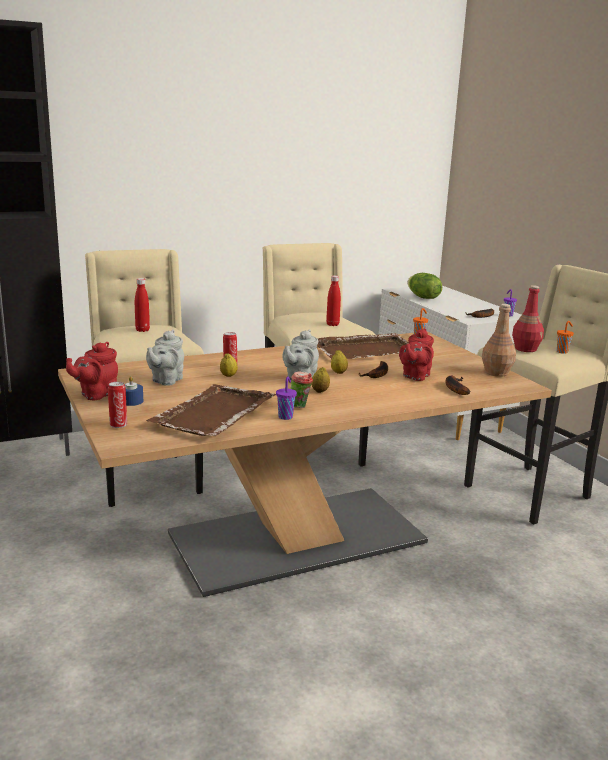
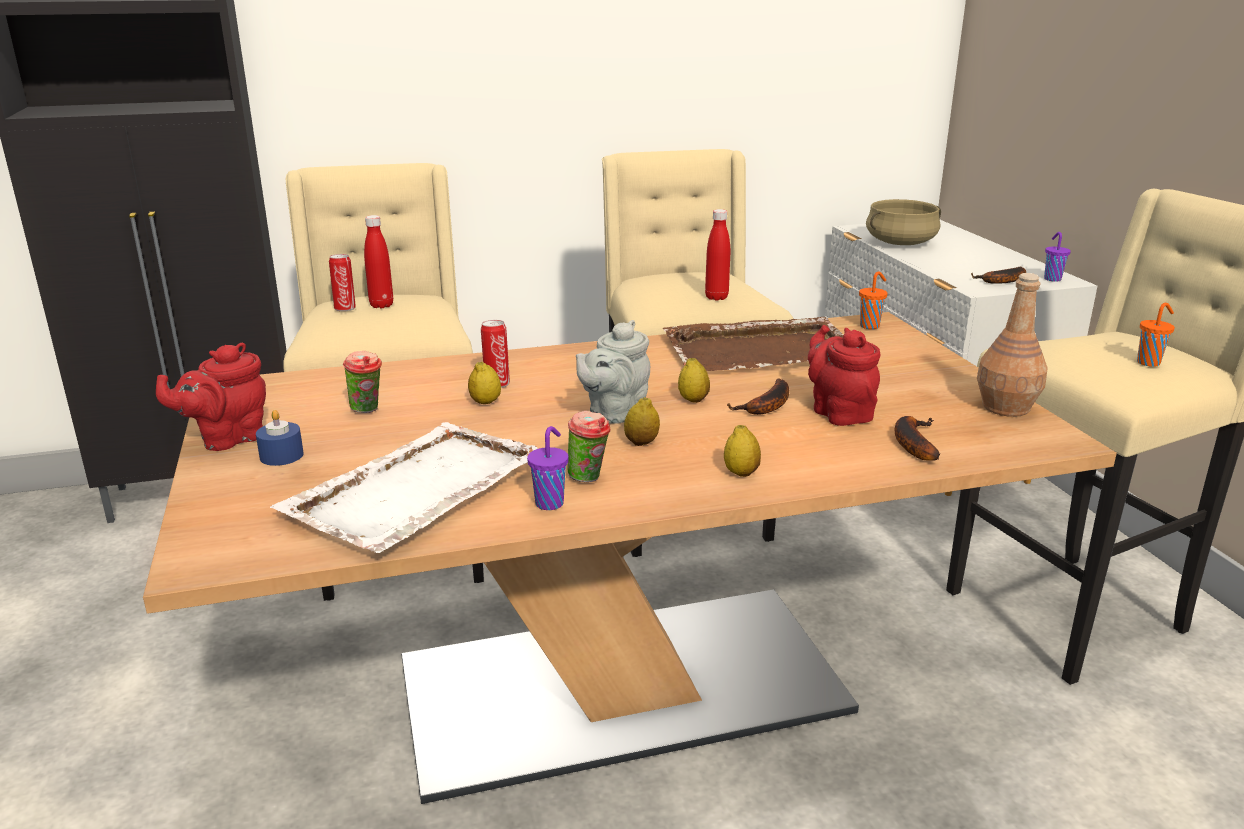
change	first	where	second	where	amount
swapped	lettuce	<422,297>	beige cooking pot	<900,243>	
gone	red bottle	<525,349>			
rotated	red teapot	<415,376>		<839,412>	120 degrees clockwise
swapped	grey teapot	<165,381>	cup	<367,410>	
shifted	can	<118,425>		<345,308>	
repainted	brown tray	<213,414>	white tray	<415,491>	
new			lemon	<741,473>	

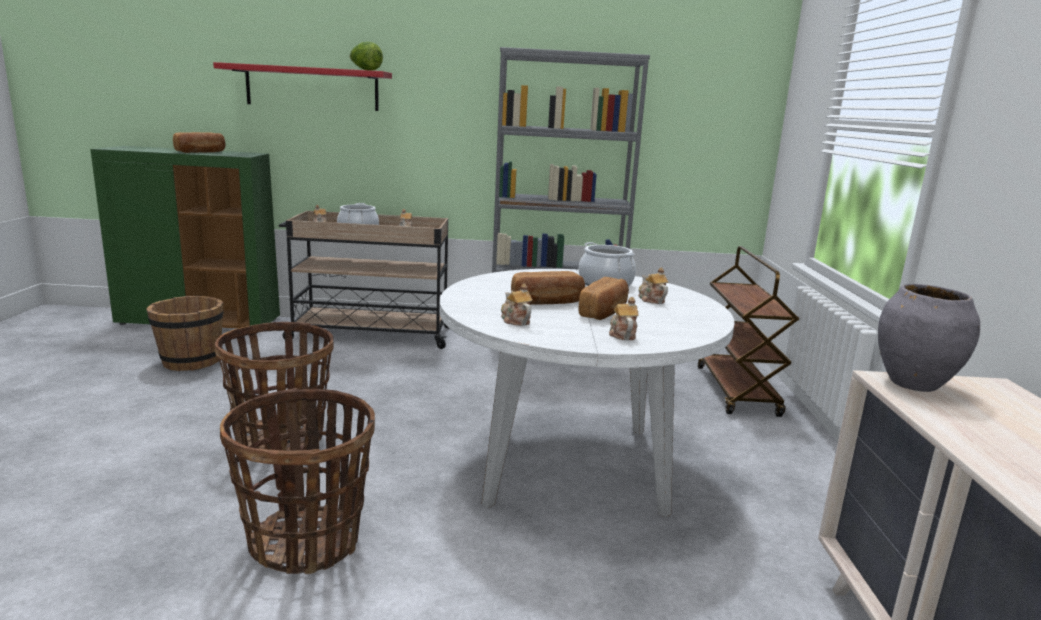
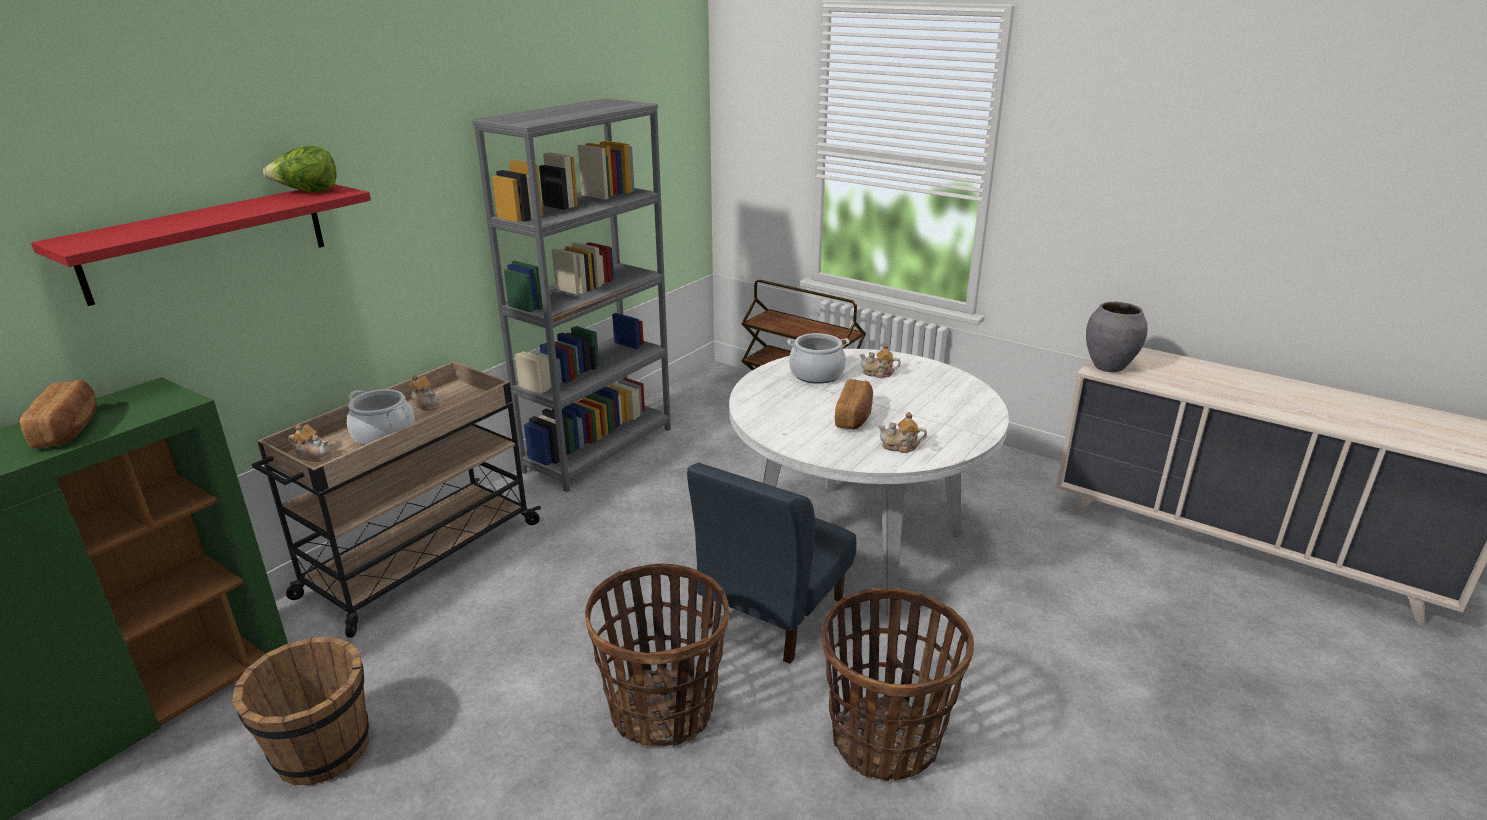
change	first	where	second	where	amount
gone	bread	<605,312>			
gone	teapot	<622,334>			
new			blue chair	<771,613>	

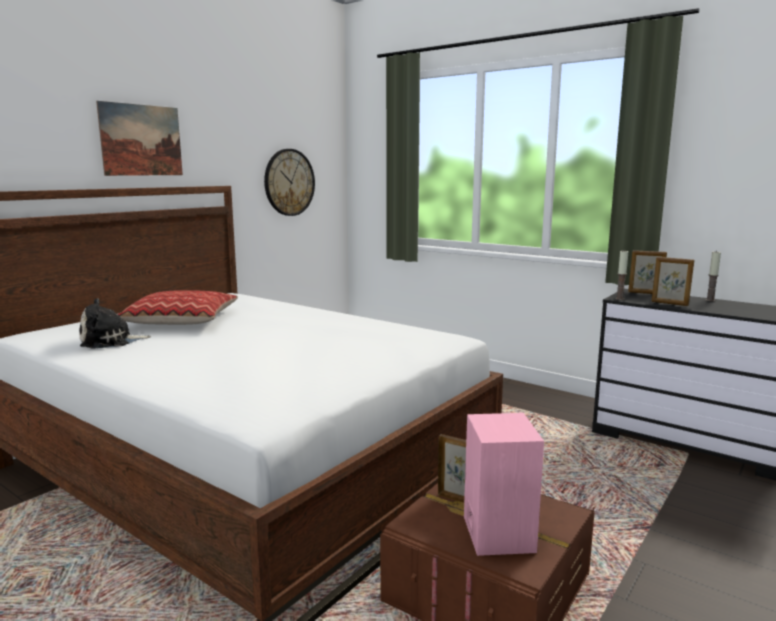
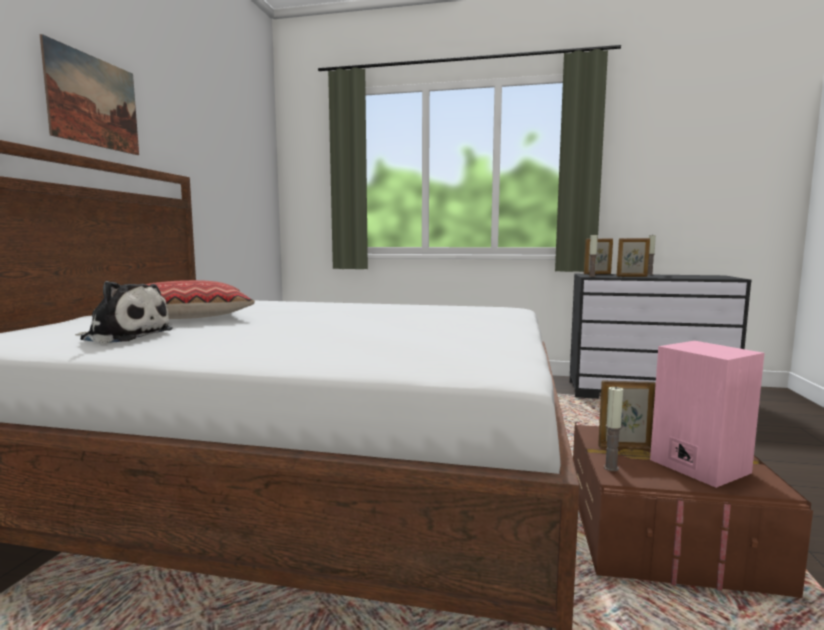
change	first	where	second	where	amount
gone	wall clock	<289,182>			
rotated	plush toy	<110,341>		<124,336>	120 degrees counterclockwise
new			candle	<611,468>	

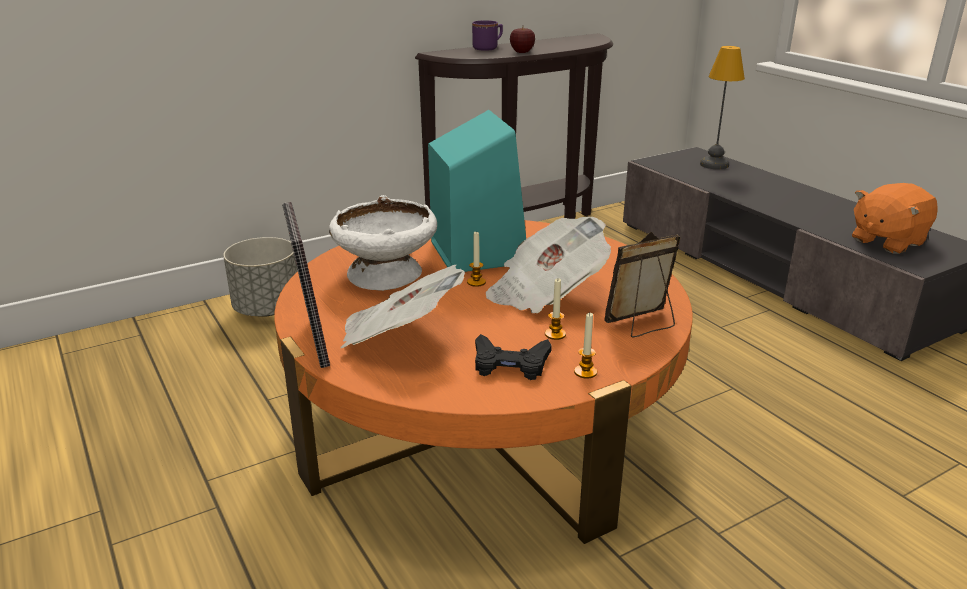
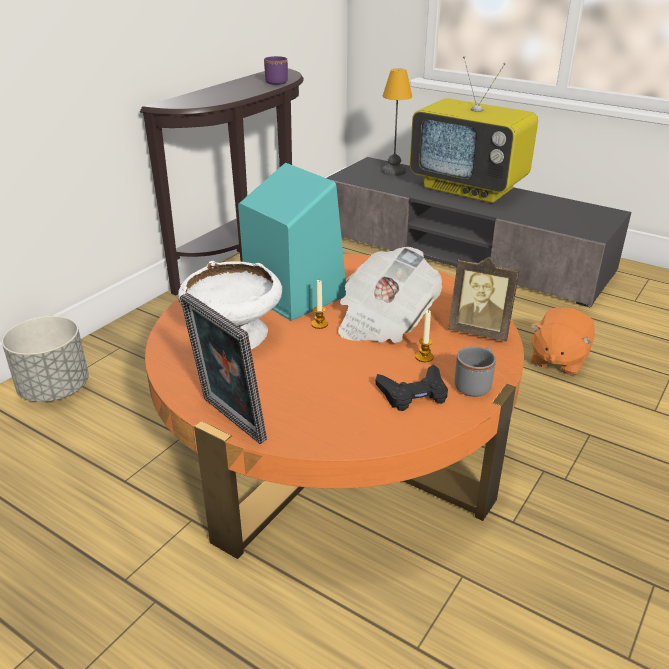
change	first	where	second	where	amount
shifted	purple mug	<488,48>		<278,82>	
gone	apple	<521,52>			
shifted	orange plush toy	<886,241>		<557,359>	
rotated	picture frame	<642,325>		<480,331>	105 degrees counterclockwise
gone	newspaper	<399,336>			
swapped	candle	<585,372>	grey mug	<475,384>	
new			television	<469,188>	

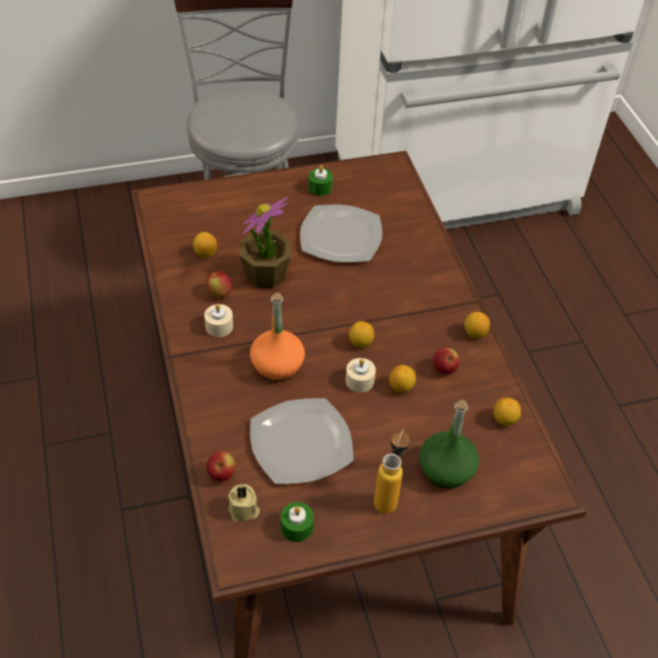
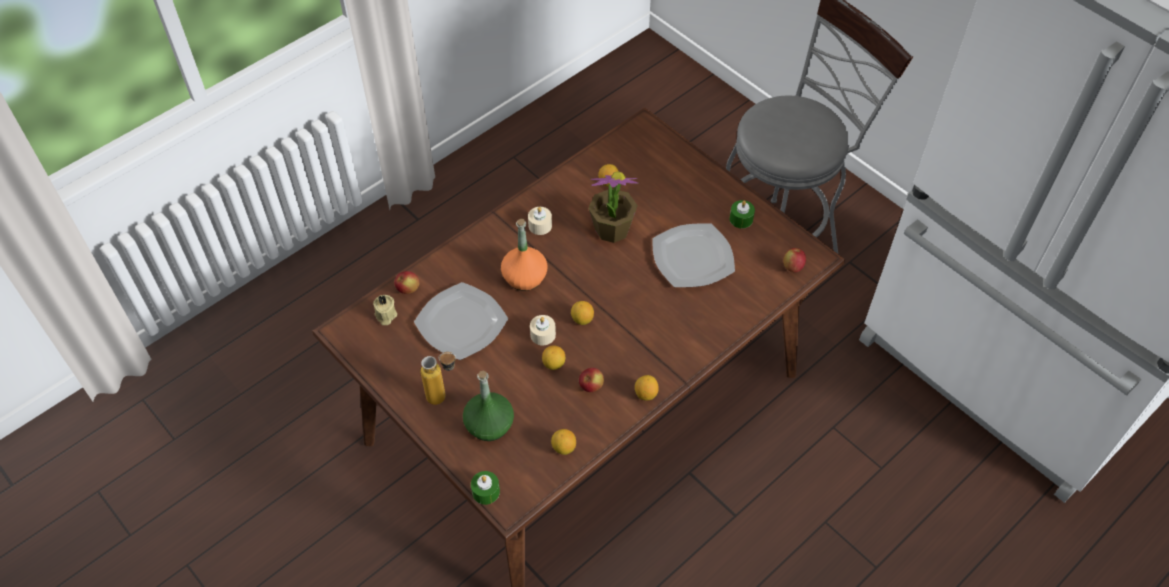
change	first	where	second	where	amount
shifted	apple	<219,293>		<792,267>	
shifted	green candle	<297,527>		<486,491>	

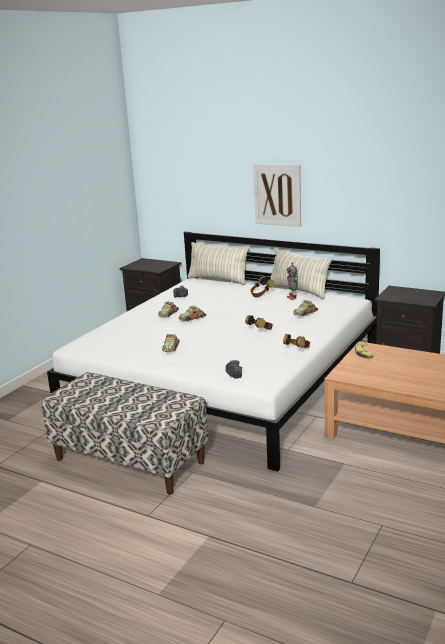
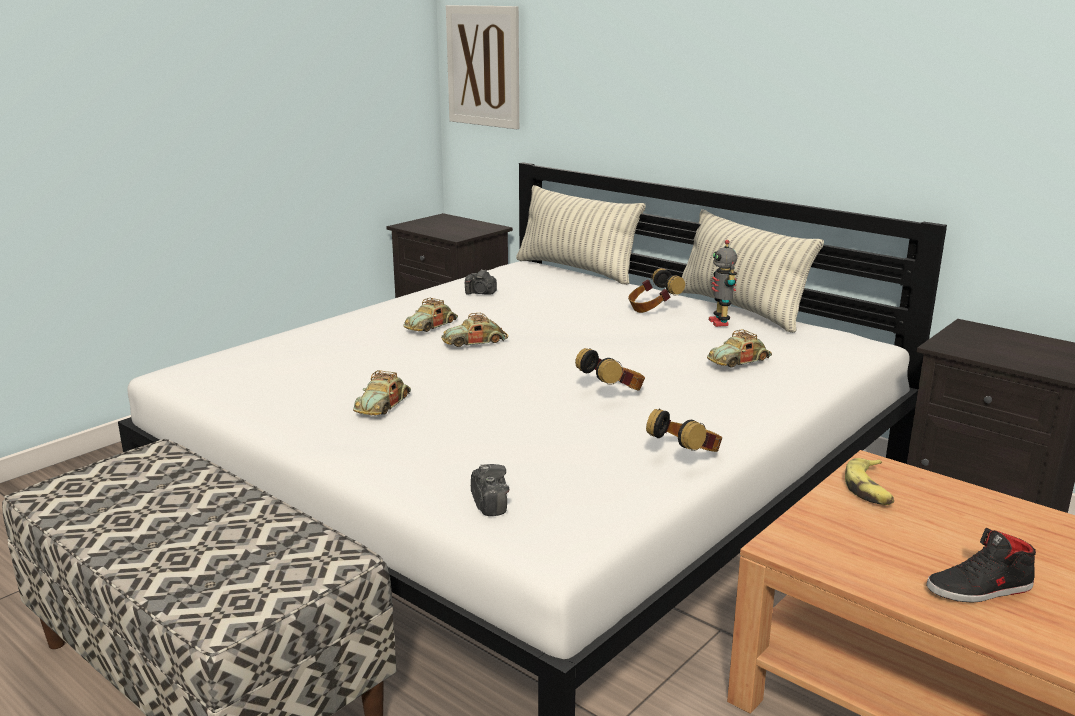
change	first	where	second	where	amount
shifted	picture	<277,194>		<483,66>	
new			black shoe	<980,589>	

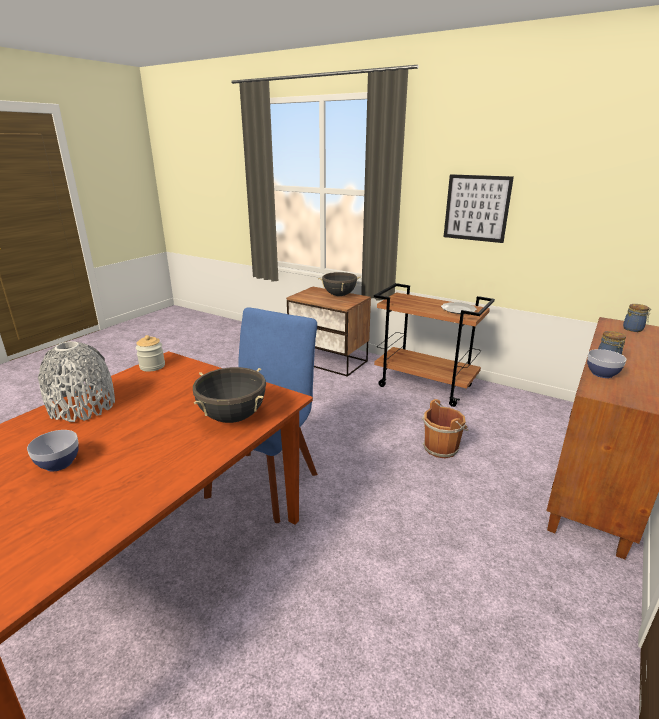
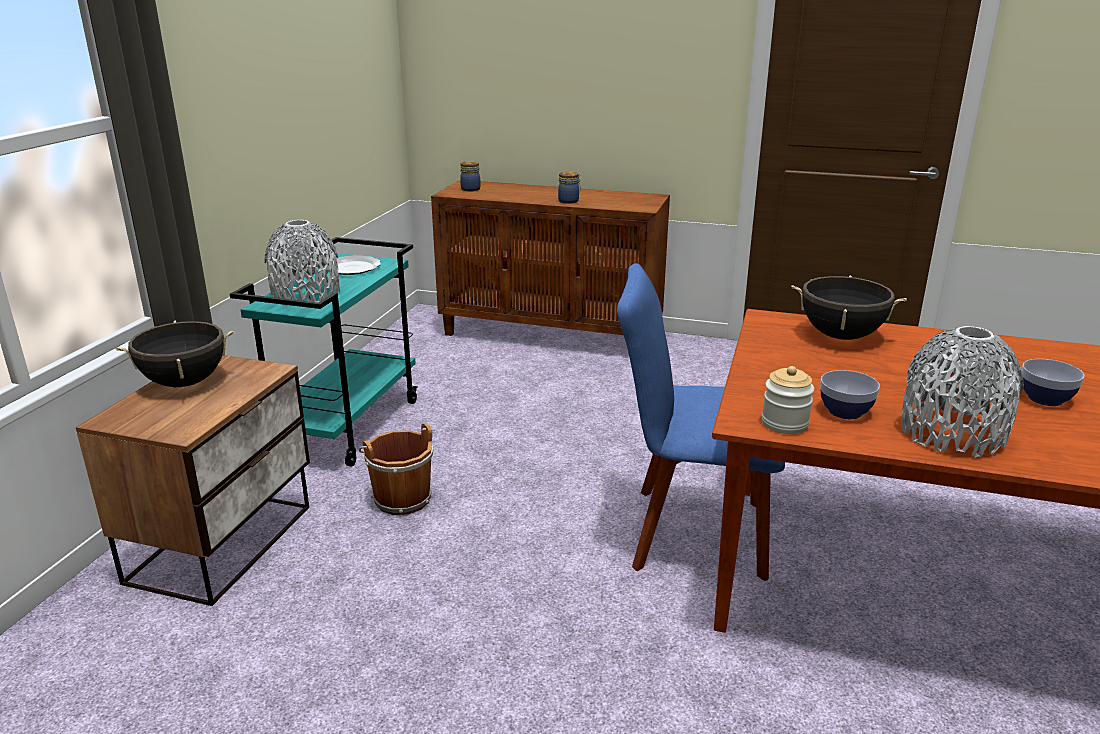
change	first	where	second	where	amount
gone	picture	<476,208>			
repainted	brown cart	<425,386>	turquoise cart	<346,425>	
shifted	bowl	<602,374>		<845,411>	
shifted	brown bucket	<442,448>		<401,498>	
new			grey vase	<306,294>	

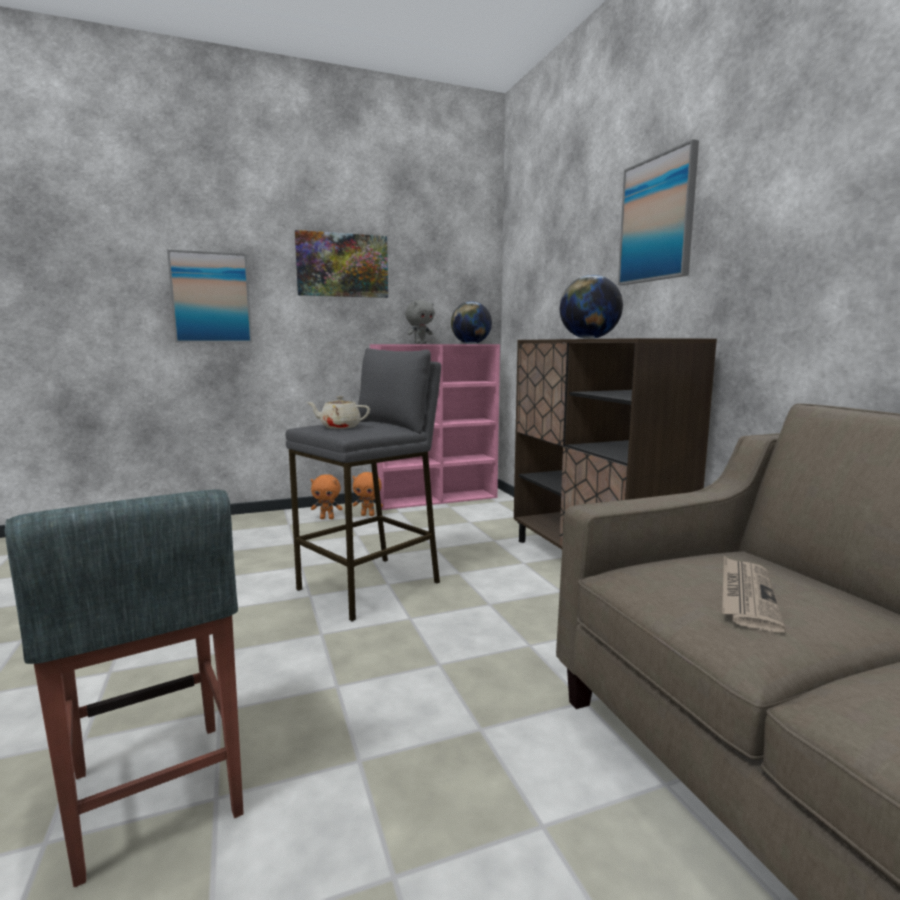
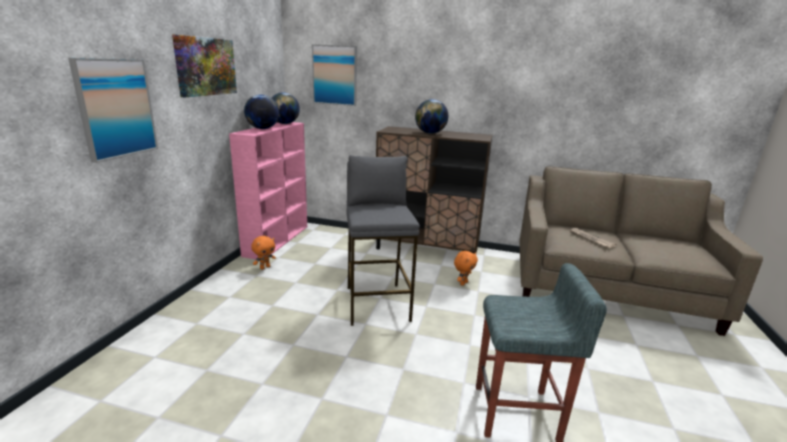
change	first	where	second	where	amount
shifted	picture	<657,219>		<335,75>	
swapped	grey plush toy	<420,343>	globe	<263,129>	
gone	beige teapot	<339,427>			
shifted	orange plush toy	<327,518>		<463,283>	

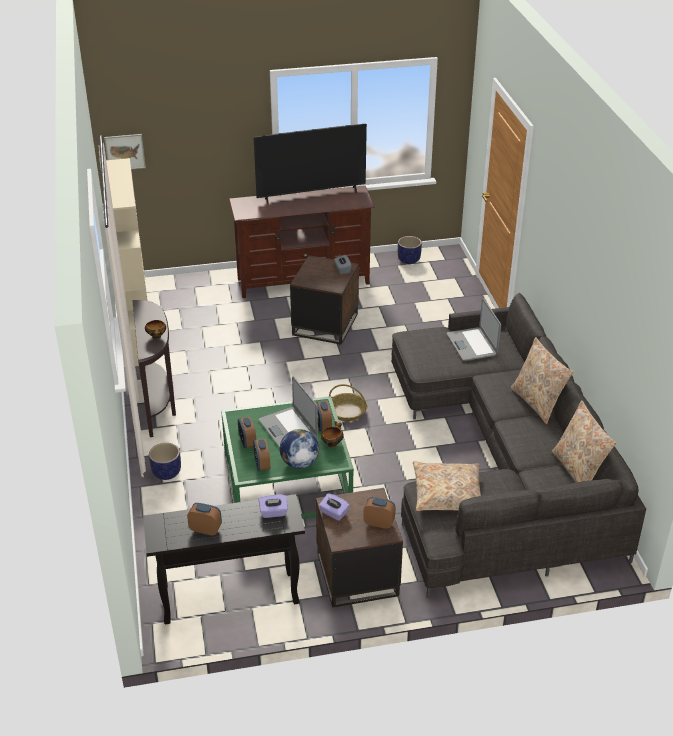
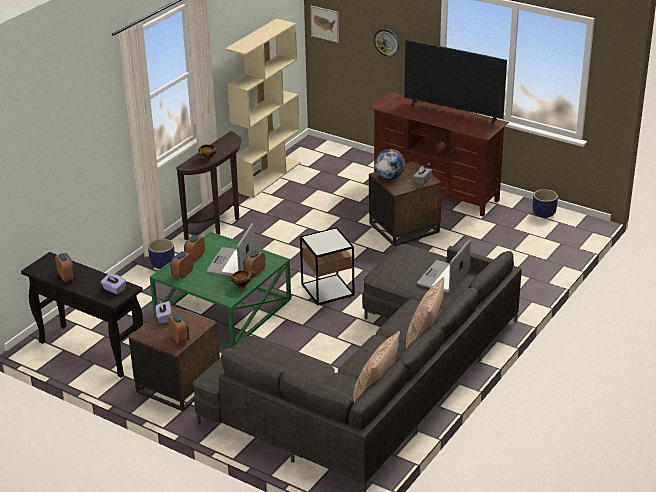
change	first	where	second	where	amount
swapped	basket	<347,411>	side table	<327,290>	
shifted	globe	<299,463>		<389,177>	
gone	beige pillow	<447,494>			
new			wall clock	<387,42>	

